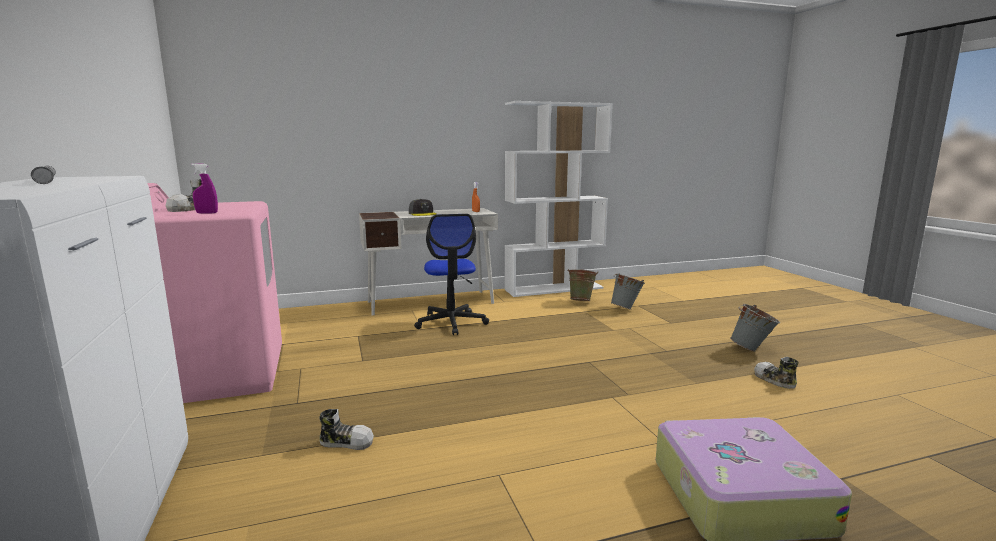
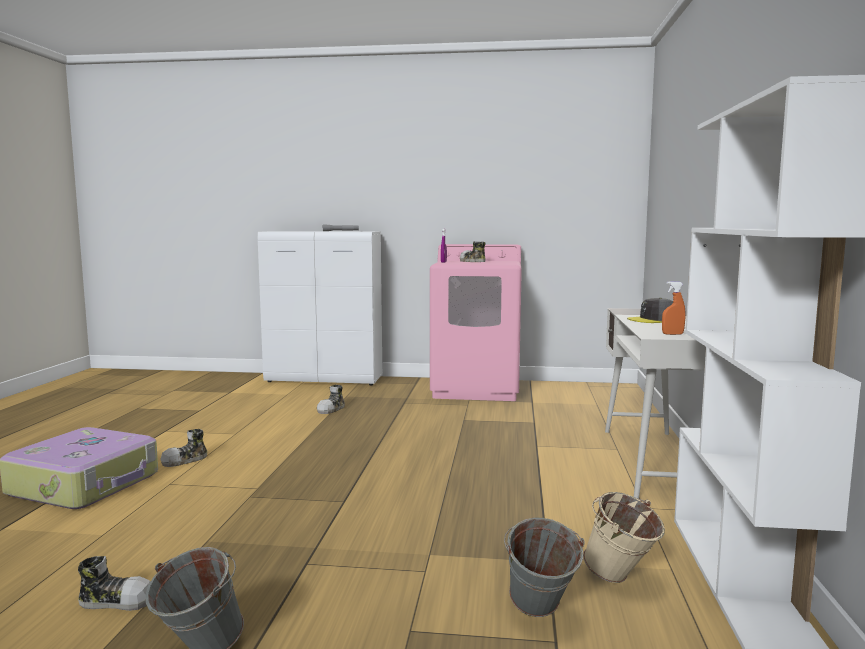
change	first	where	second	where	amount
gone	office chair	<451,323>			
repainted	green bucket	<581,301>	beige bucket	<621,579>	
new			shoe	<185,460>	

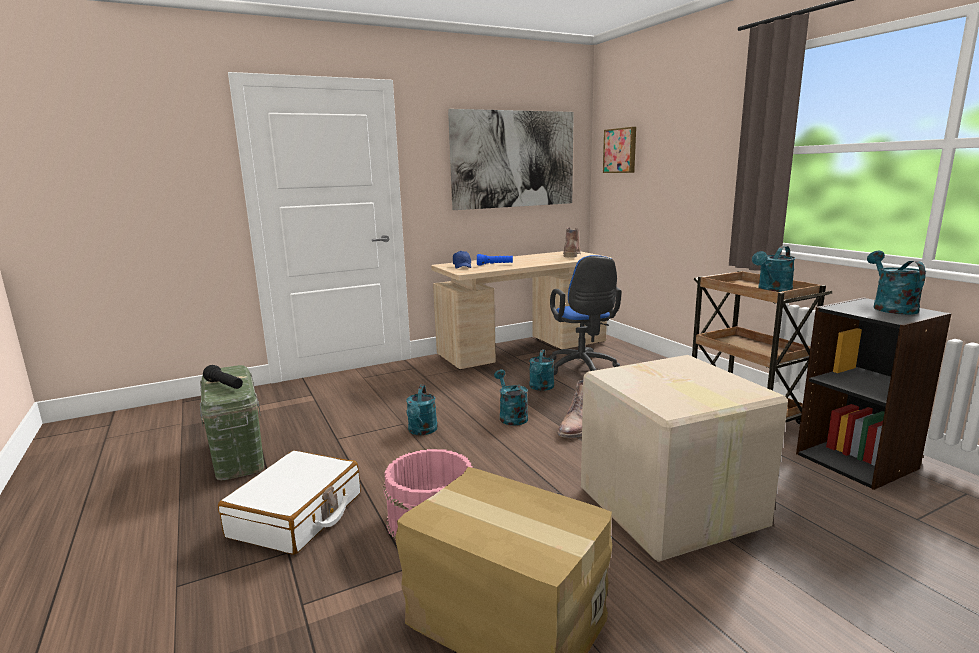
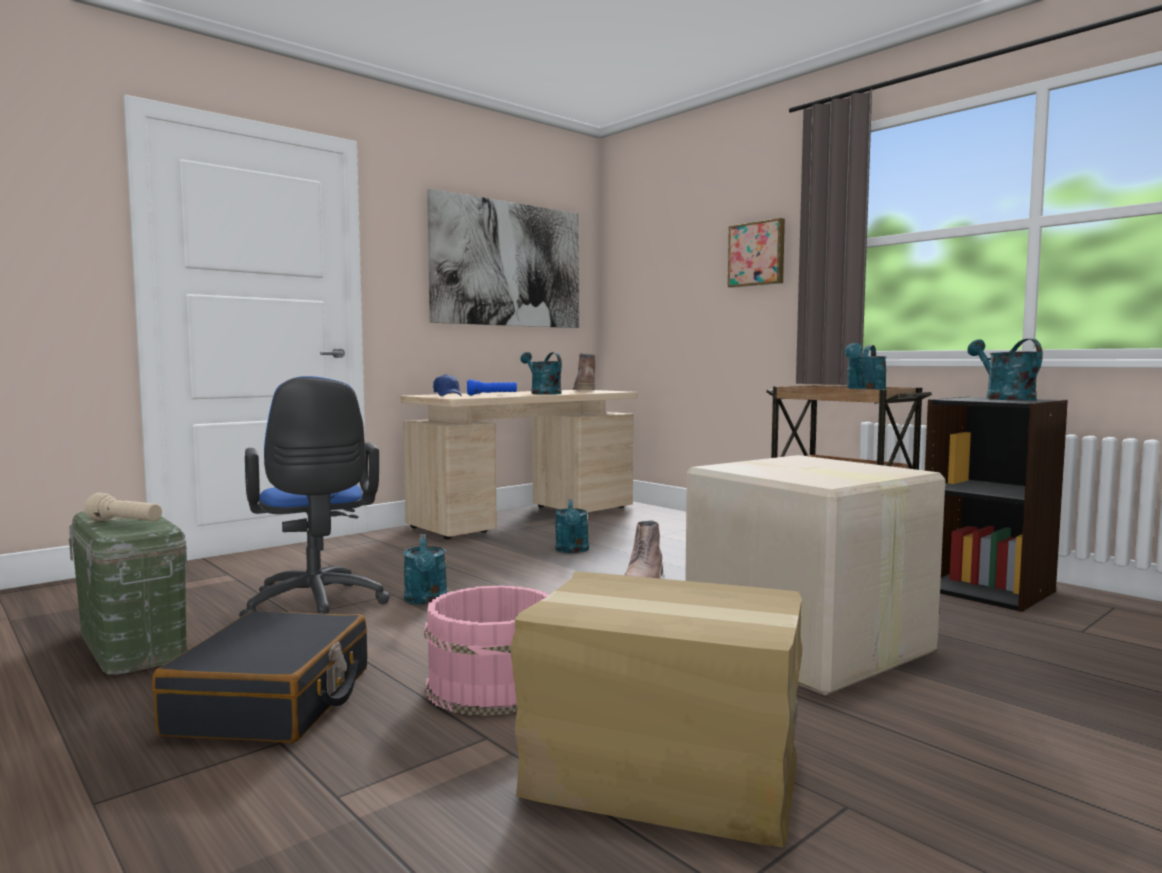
change	first	where	second	where	amount
shifted	picture	<620,150>		<757,254>	
shifted	blue office chair	<582,369>		<315,608>	
repainted	black flashlight	<225,386>	beige flashlight	<125,522>	
shifted	turquoise watering can	<511,416>		<542,393>	
repainted	white suitcase	<297,515>	black suitcase	<273,701>	

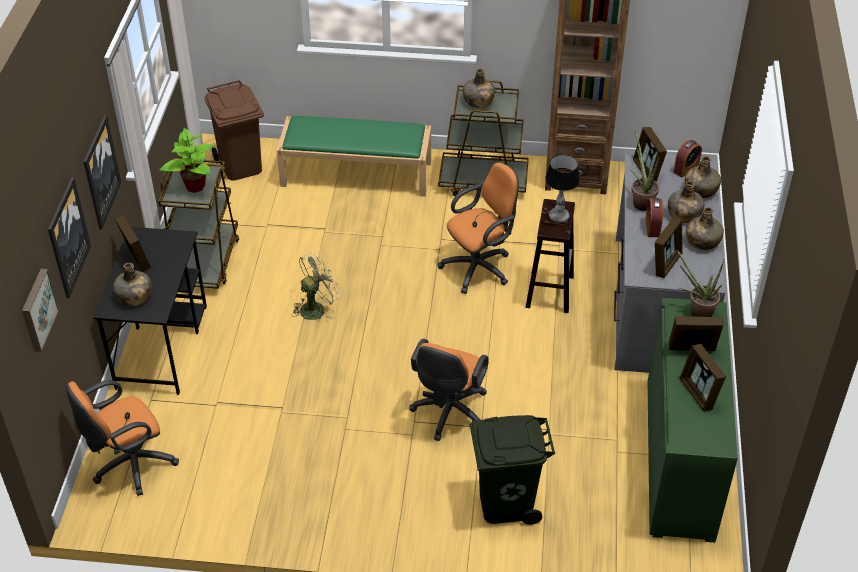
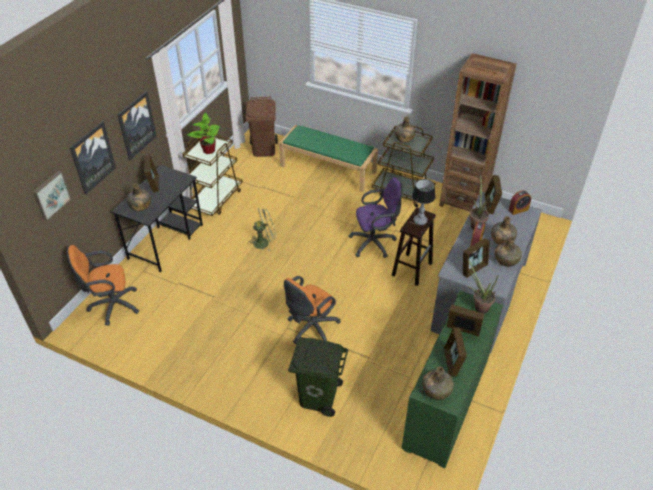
change	first	where	second	where	amount
shifted	green bottle	<700,190>		<436,390>	
repainted	orange office chair	<480,267>	purple office chair	<375,243>	

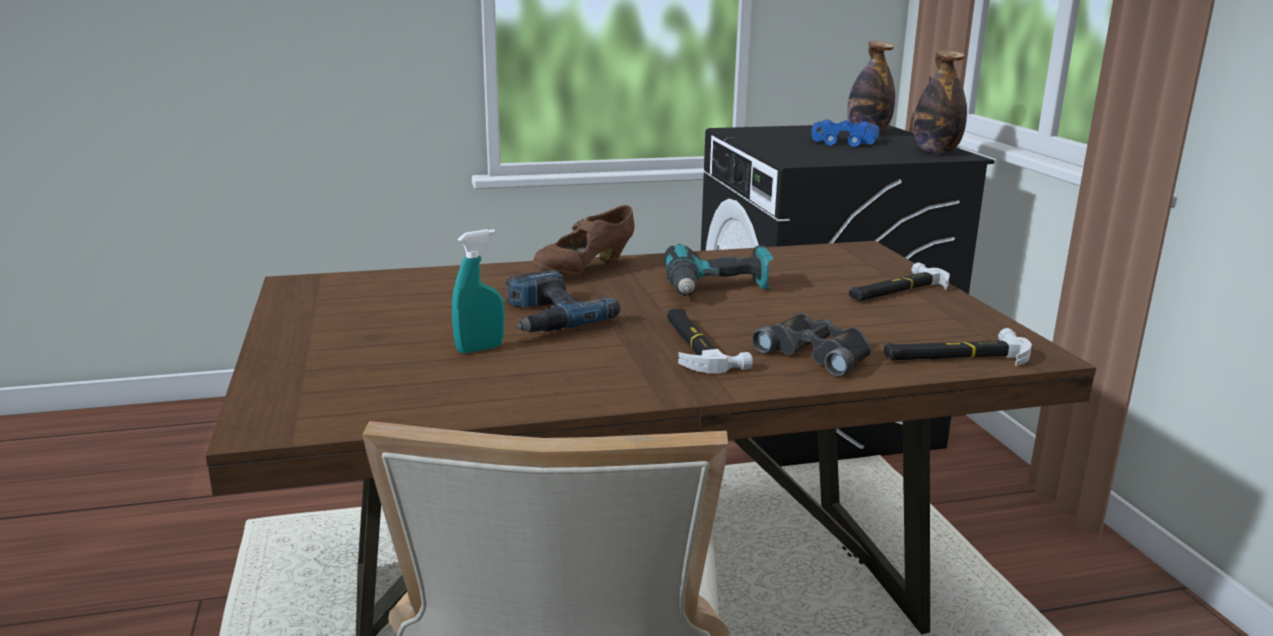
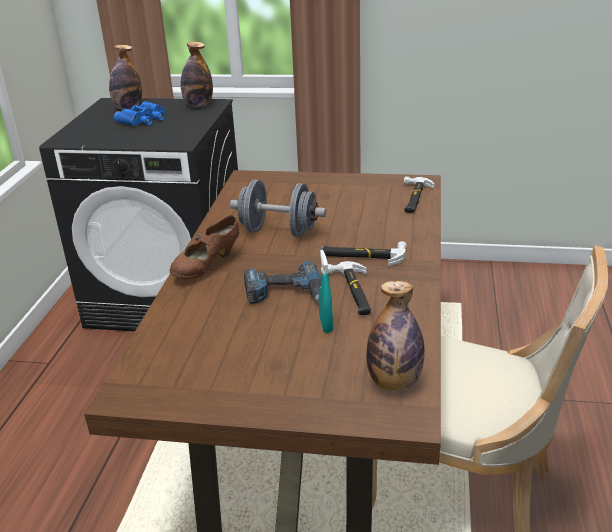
change	first	where	second	where	amount
rotated	brown shoe	<584,271>		<207,267>	60 degrees clockwise
swapped	power drill	<717,289>	grey dumbbell	<279,231>	
shifted	hammer	<897,290>		<353,291>	
gone	black binoculars	<816,353>			
new			bottle	<394,382>	

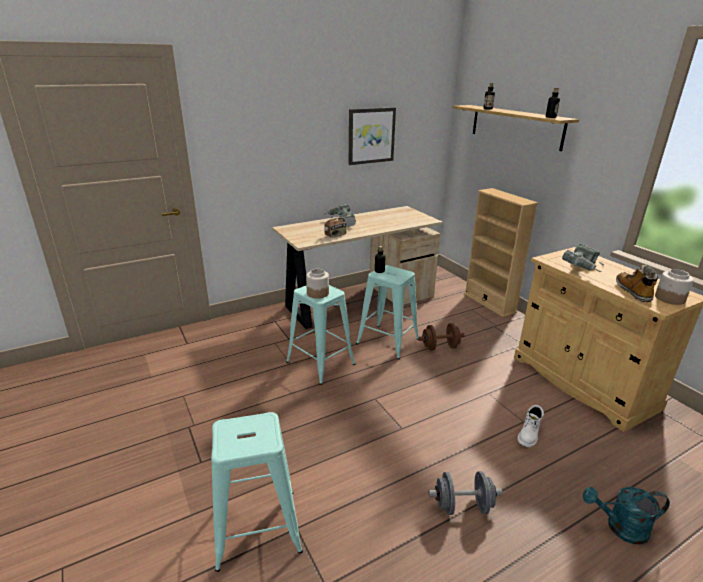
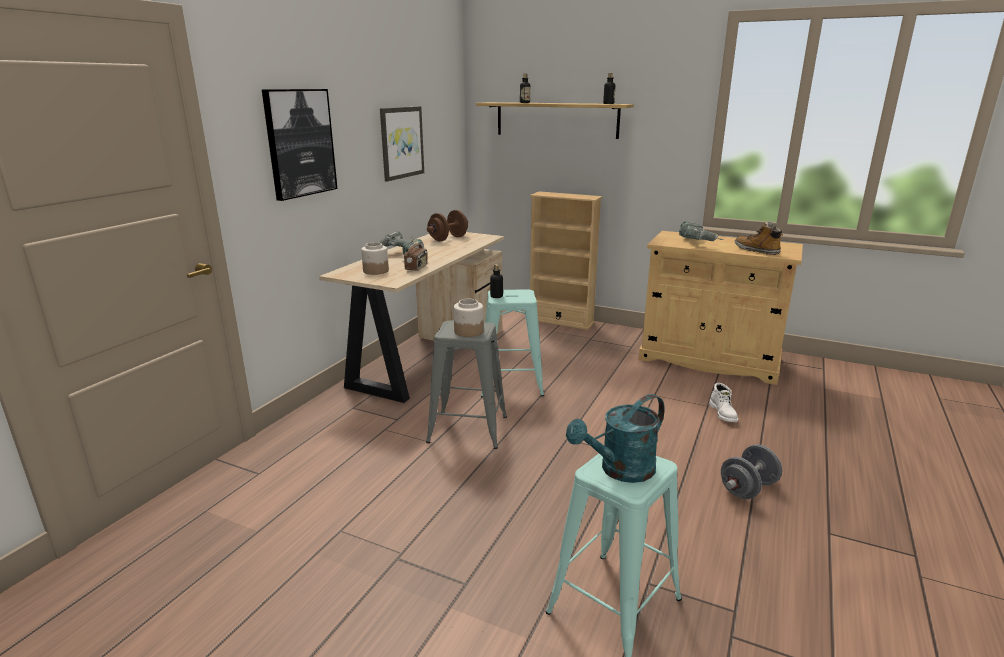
change	first	where	second	where	amount
shifted	jar	<669,298>		<375,271>	
repainted	turquoise stool	<320,363>	grey stool	<468,429>	
shifted	brown dumbbell	<440,347>		<448,239>	
shifted	turquoise watering can	<620,528>		<620,471>	
new			picture	<300,143>	

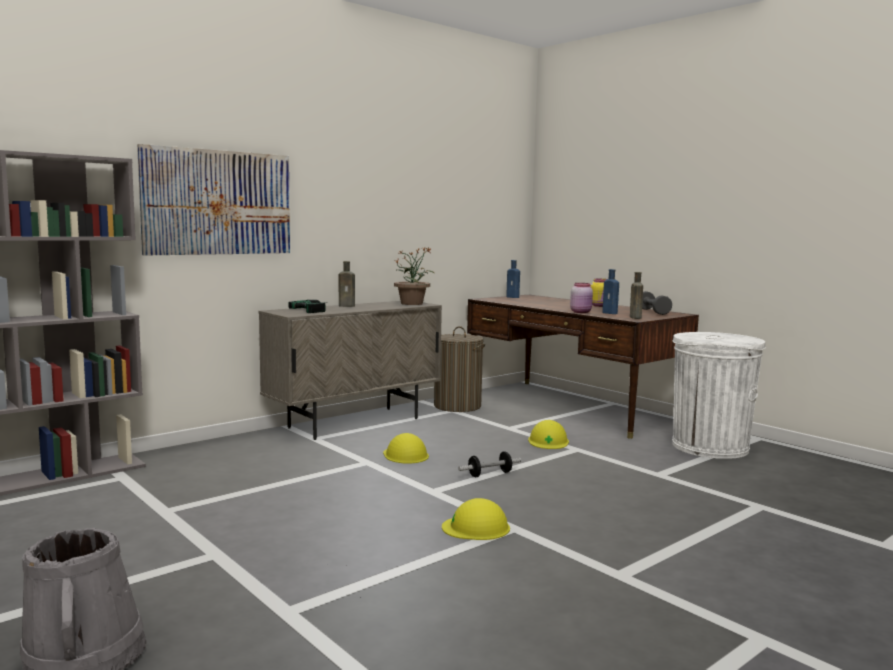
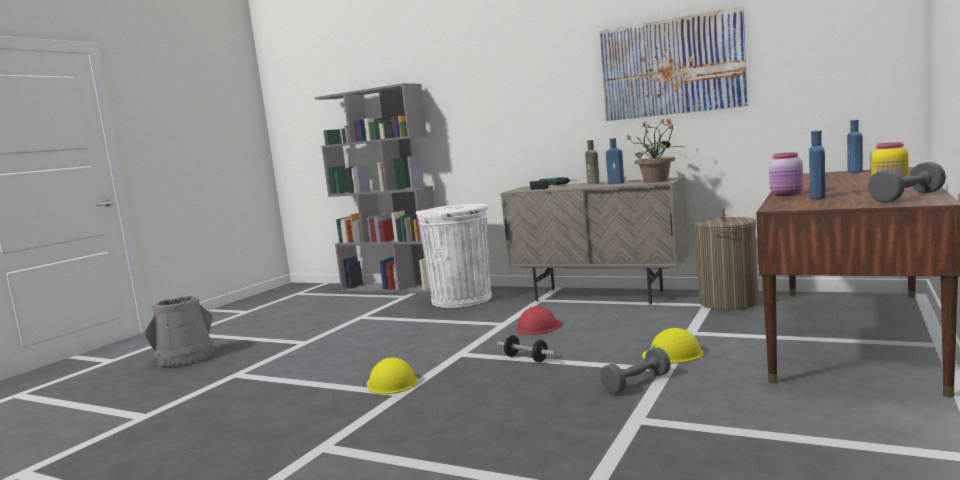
change	first	where	second	where	amount
shifted	picture	<218,202>		<671,67>	
gone	brown bottle	<635,317>			
shifted	white trash can	<710,447>		<462,299>	
repainted	yellow hard hat	<405,455>	red hard hat	<538,327>	
new			blue bottle	<617,183>	
new			grey dumbbell	<636,383>	

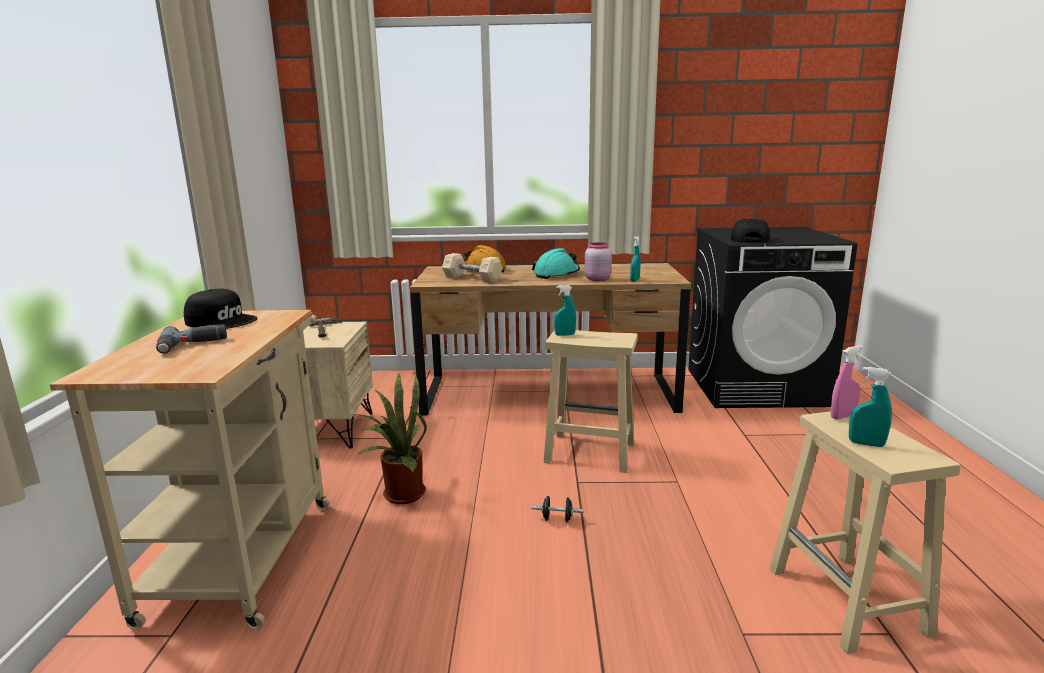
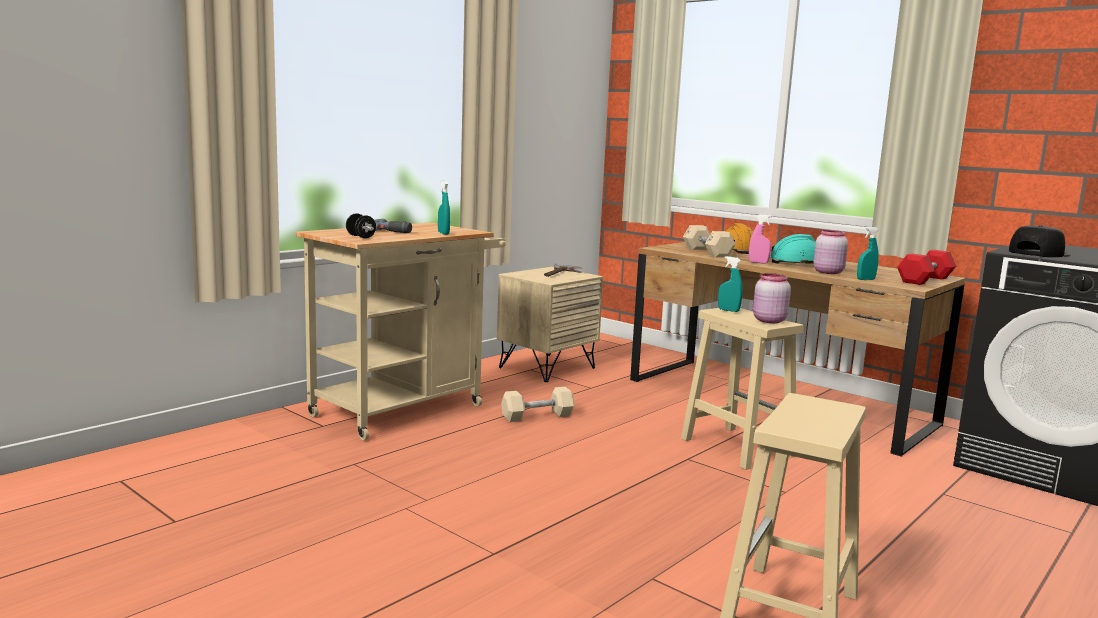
change	first	where	second	where	amount
gone	black cap	<222,321>			
shifted	pink spray bottle	<842,416>		<758,262>	
shifted	turquoise spray bottle	<866,444>		<443,233>	
swapped	potted plant	<400,494>	beige dumbbell	<537,416>	
shifted	black dumbbell	<557,519>		<360,237>	
new			red dumbbell	<925,280>	
new			pink jar	<768,320>	

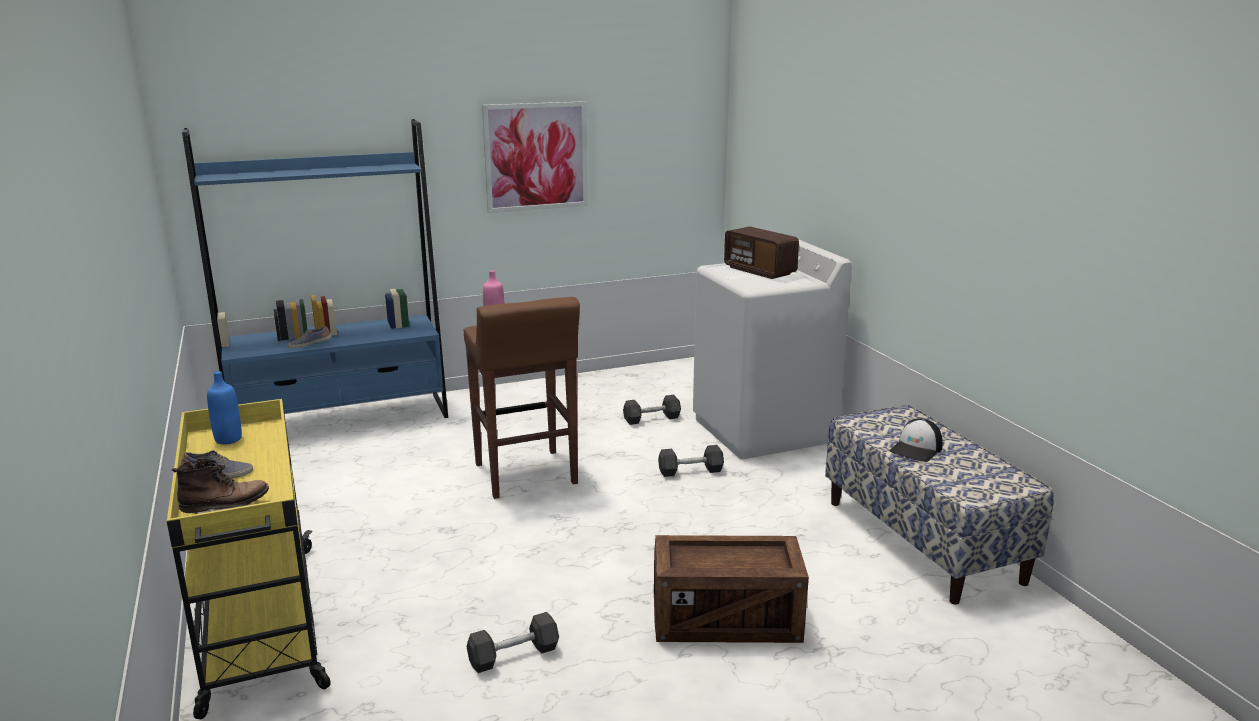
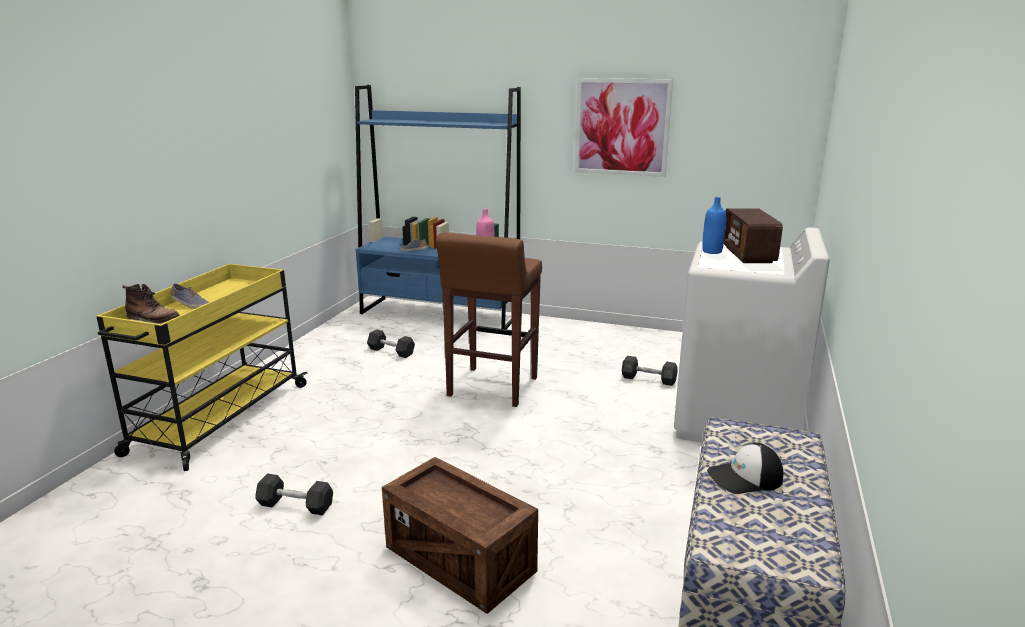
change	first	where	second	where	amount
shifted	blue bottle	<228,439>		<712,251>	
shifted	grey dumbbell	<690,471>		<391,351>	

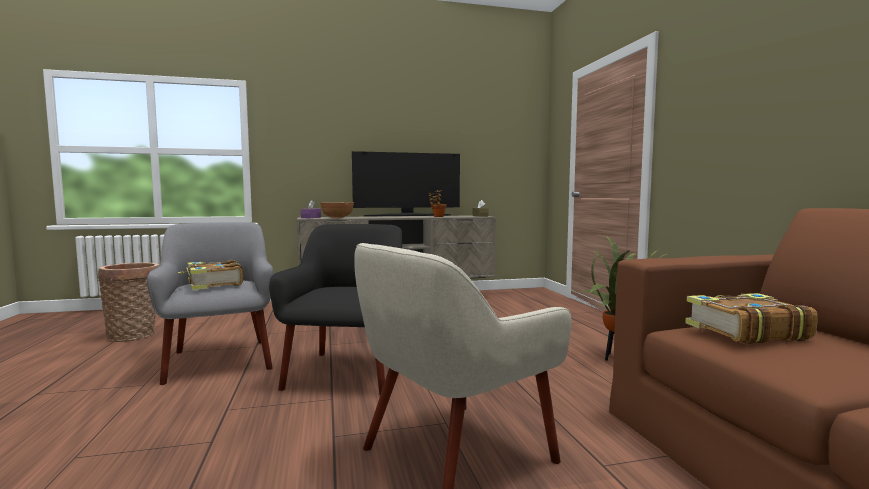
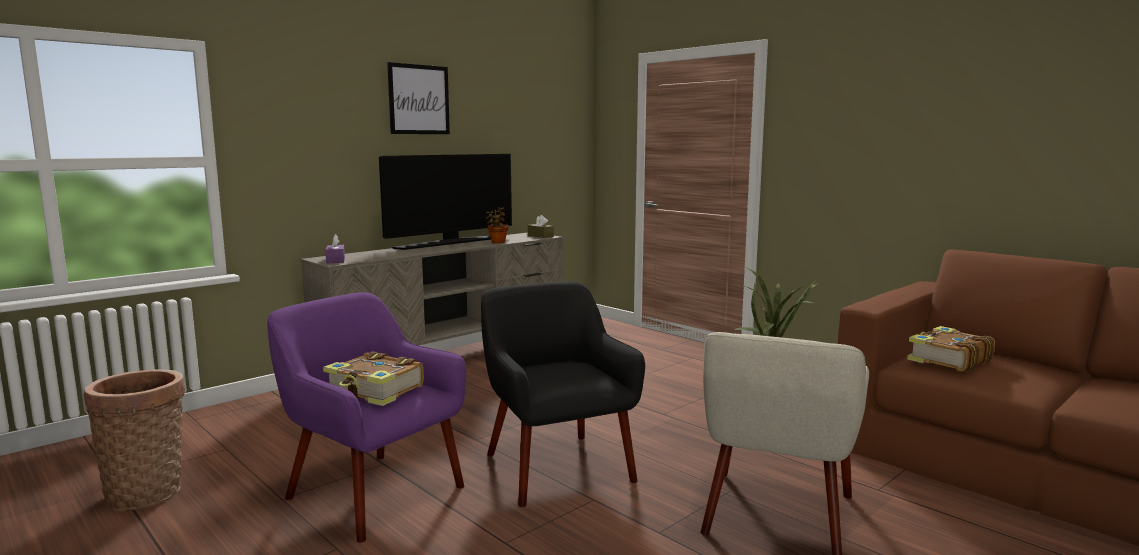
change	first	where	second	where	amount
gone	brown bowl	<337,217>			
repainted	grey armchair	<220,359>	purple armchair	<372,492>	
new			picture	<419,99>	

